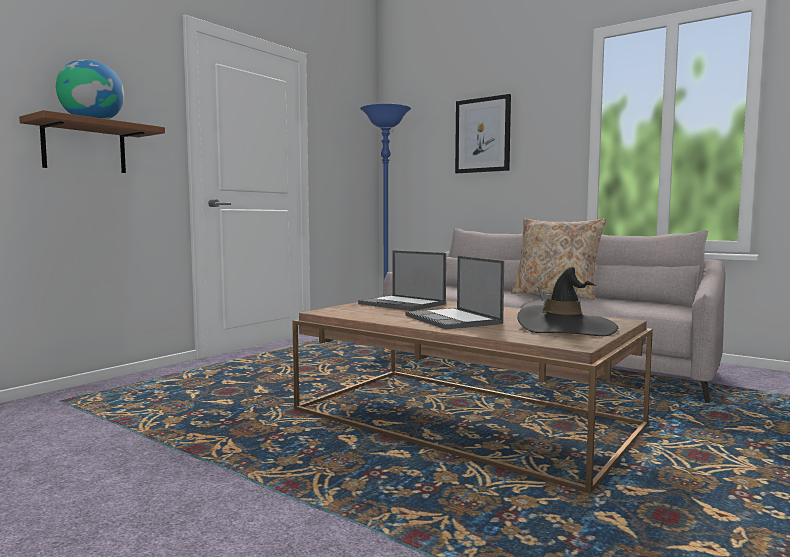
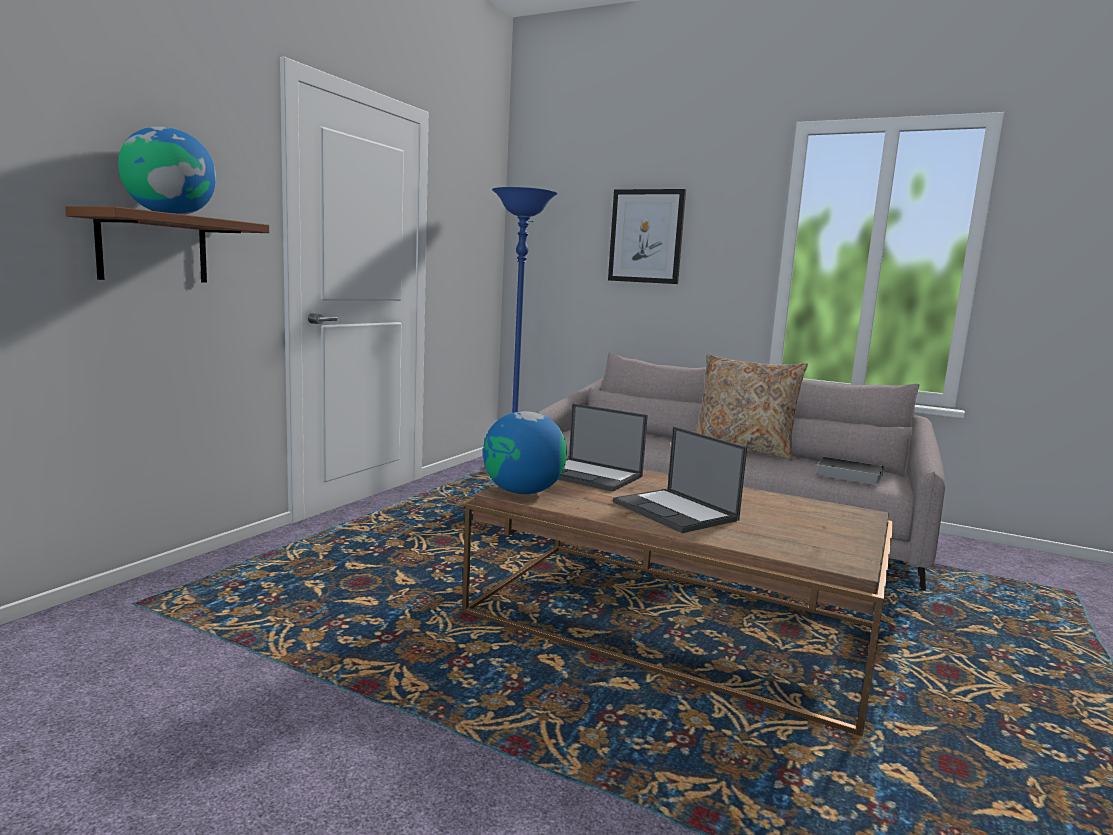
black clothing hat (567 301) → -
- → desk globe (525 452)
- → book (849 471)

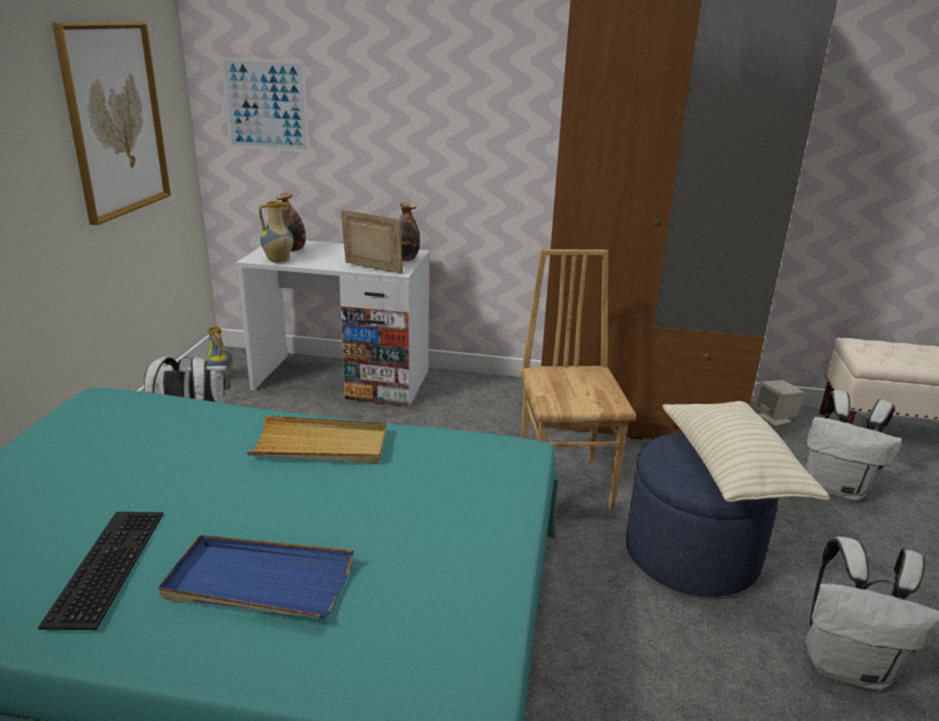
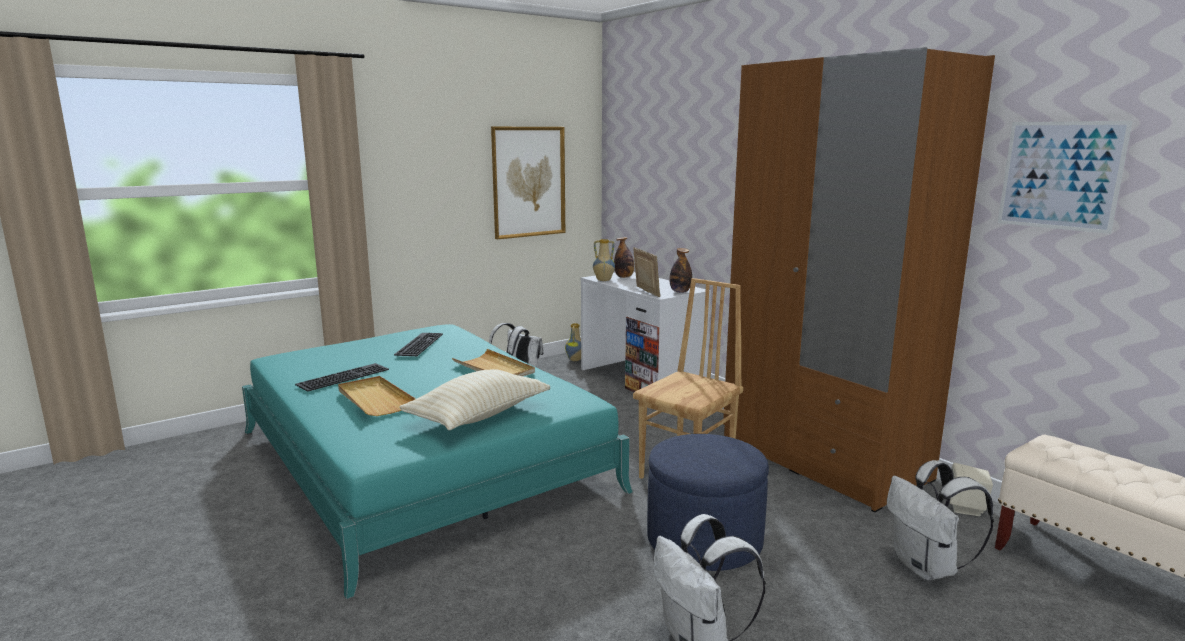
- → keyboard (418 344)
picture (265 104) → picture (1065 177), relocated
beige throw pillow (746 451) → beige throw pillow (474 399), relocated
bluish serving tray (256 576) → beige serving tray (377 396)

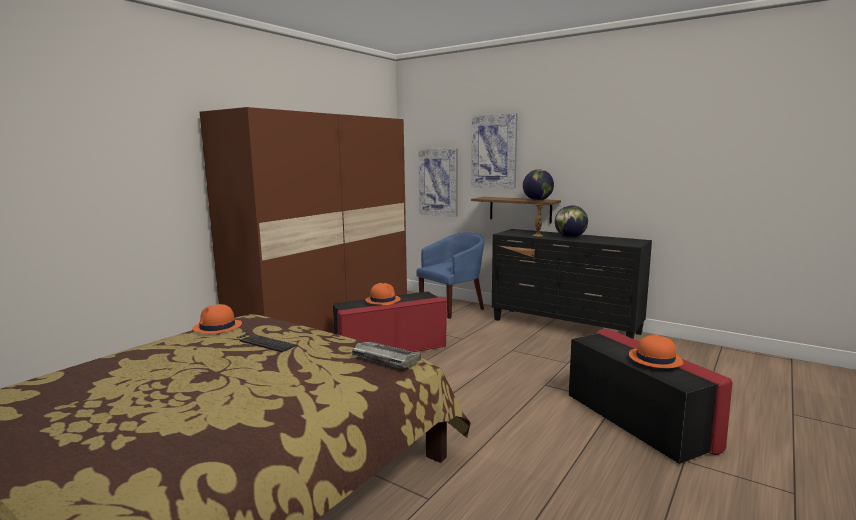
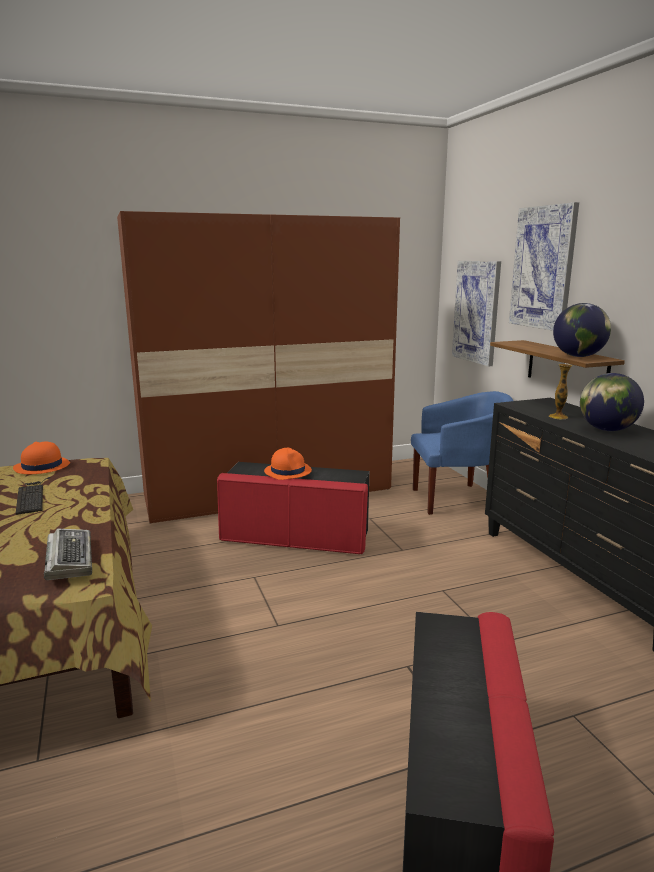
orangey clothing hat (656 351) → -

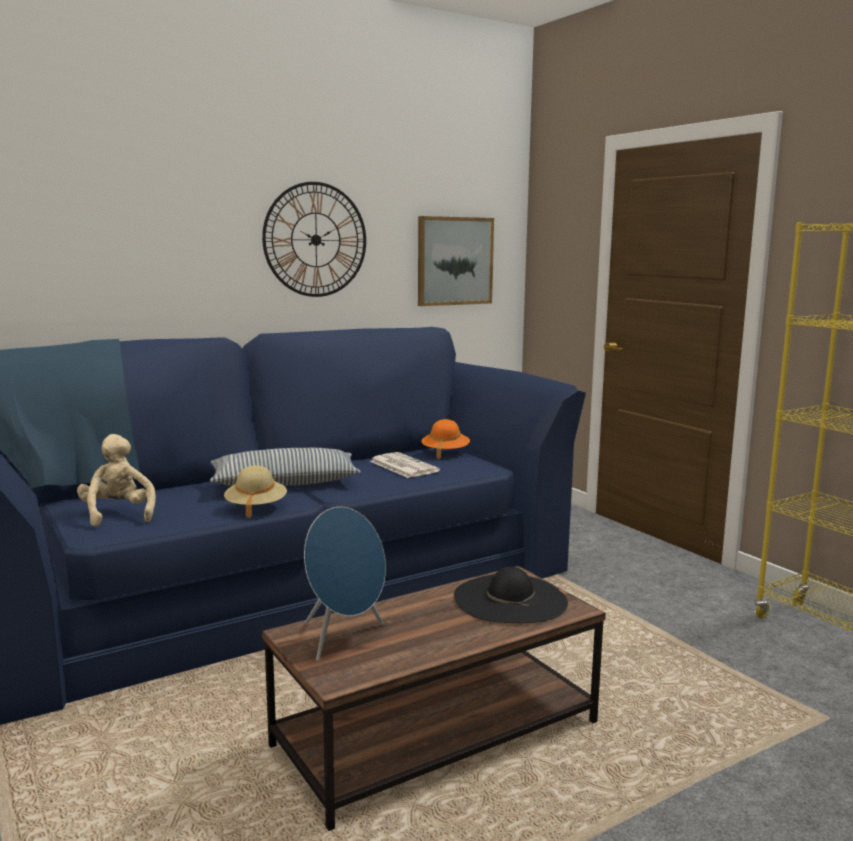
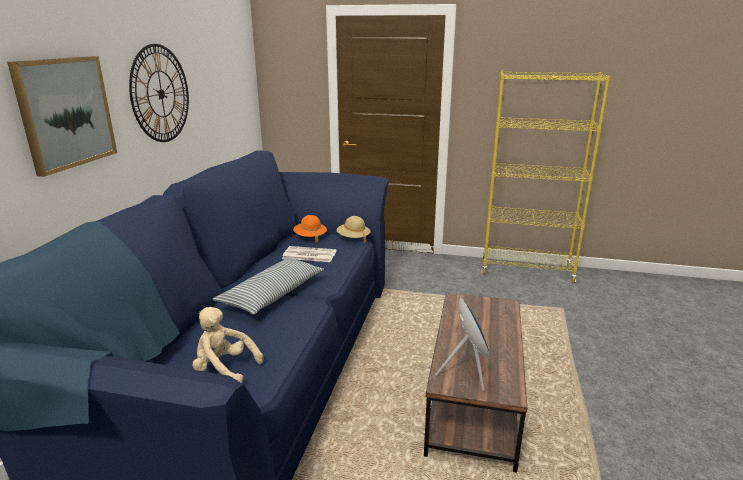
black clothing hat (511 595) → -
beige clothing hat (255 491) → beige clothing hat (353 229), relocated
picture (456 261) → picture (62 116), relocated

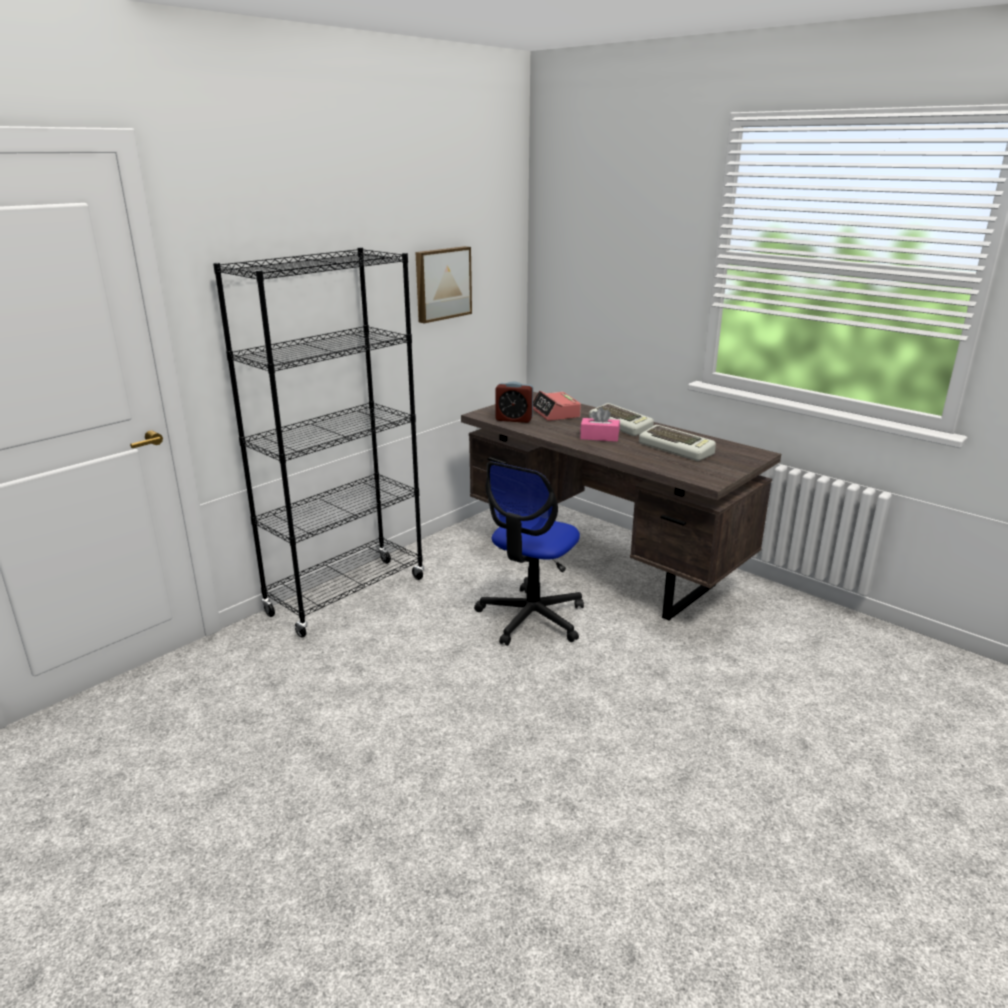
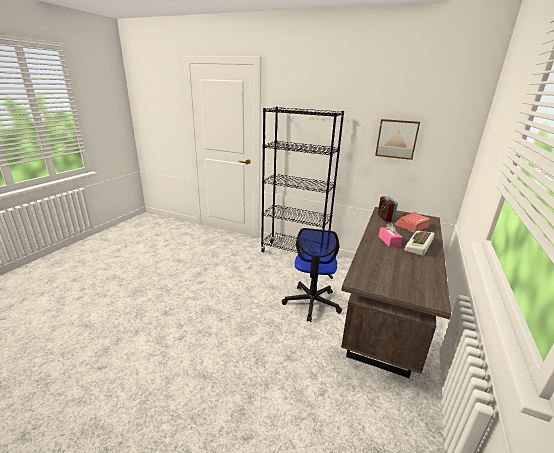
keyboard (677 443) → -
office chair (529 553) → office chair (312 275), 90 degrees counterclockwise

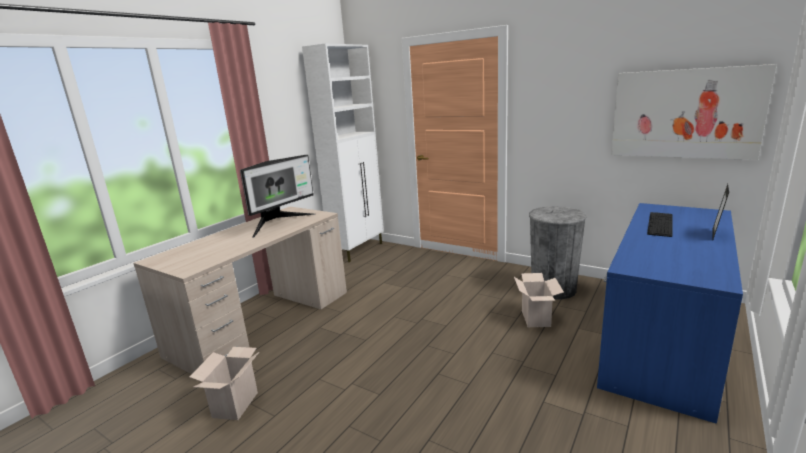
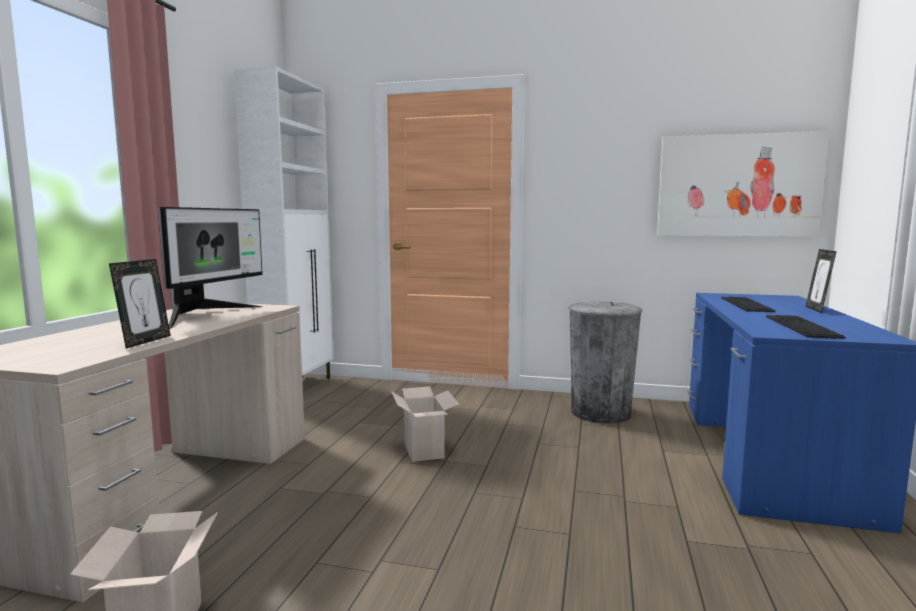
- → picture frame (140 304)
- → keyboard (806 327)
packing box (539 300) → packing box (425 424), relocated

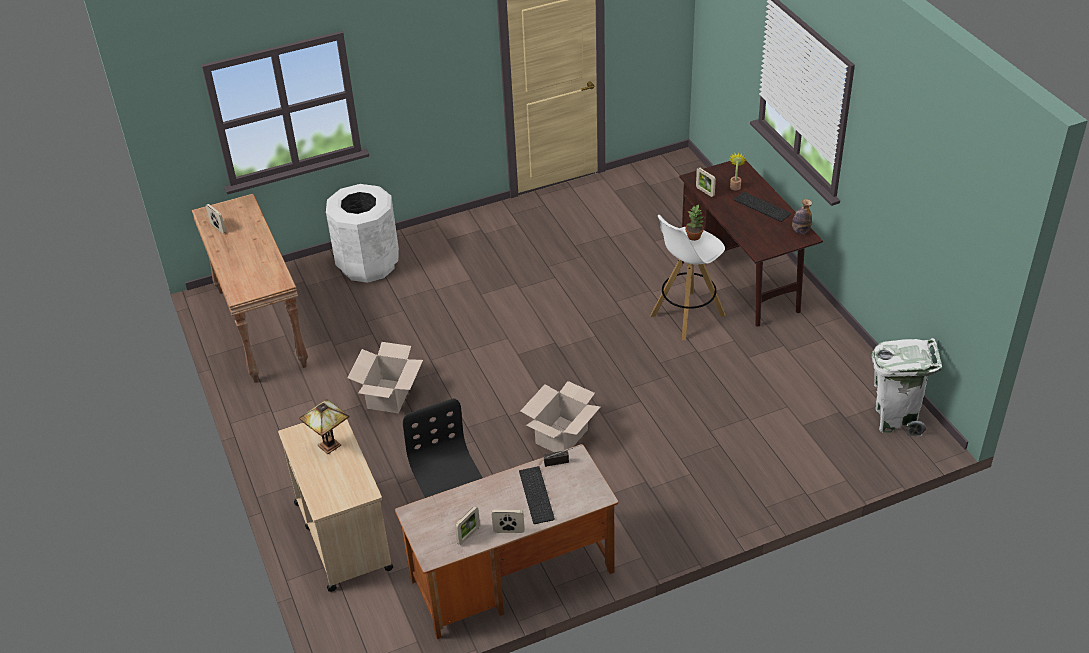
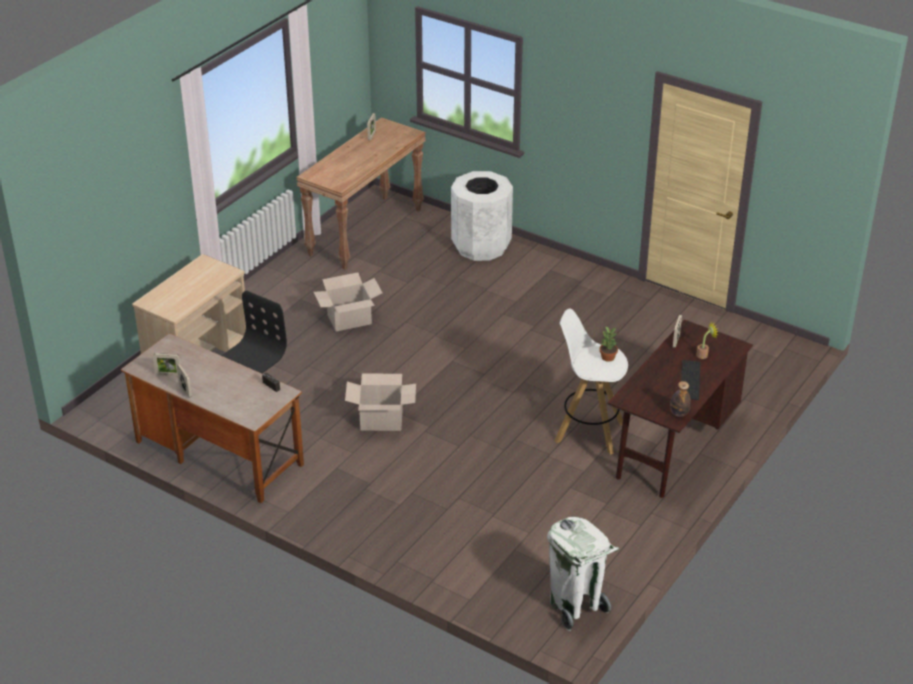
tabletop lamp (324 426) → -
keyboard (537 495) → -

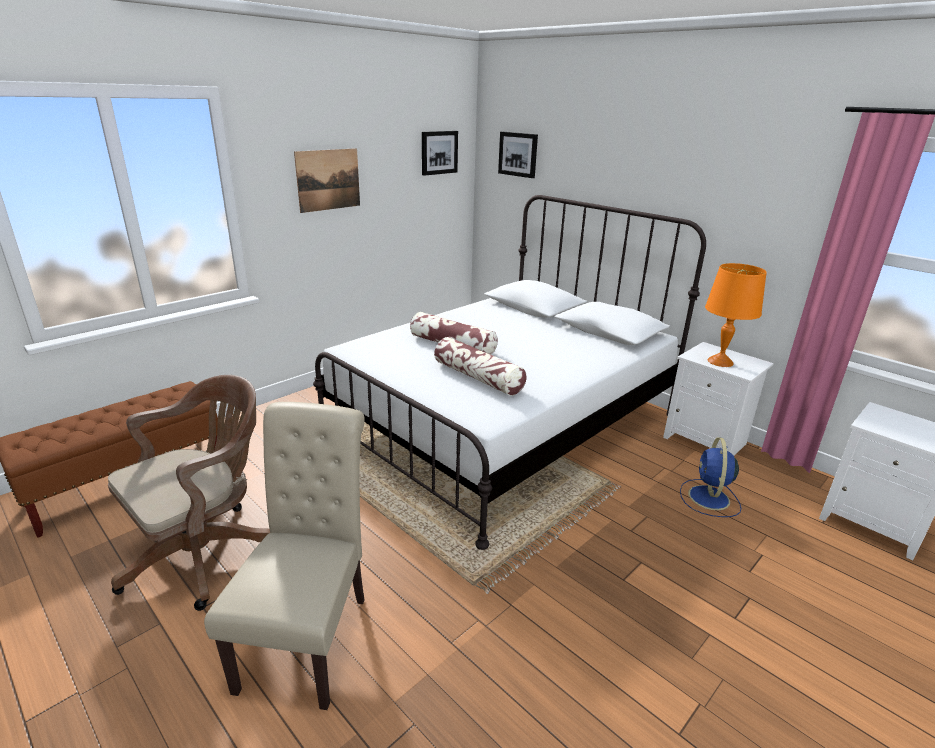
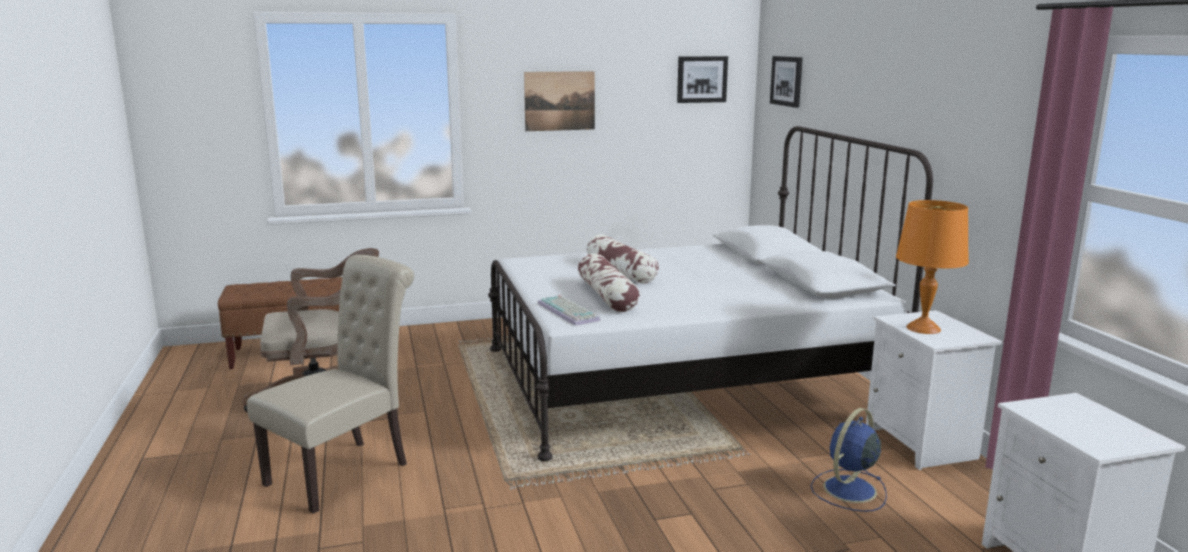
- → keyboard (569 310)

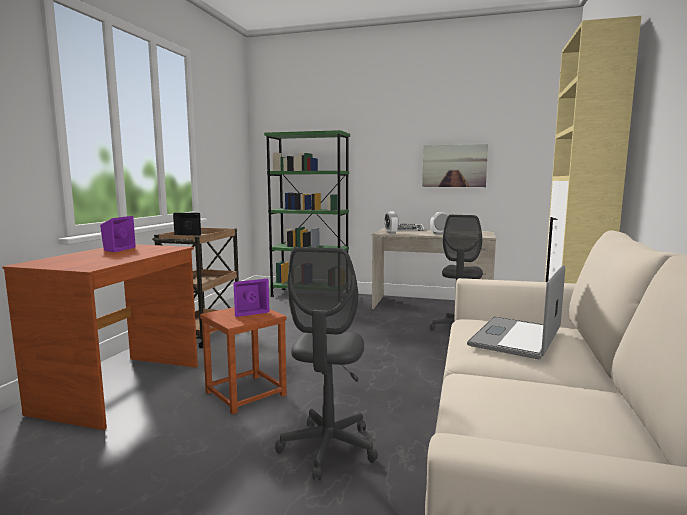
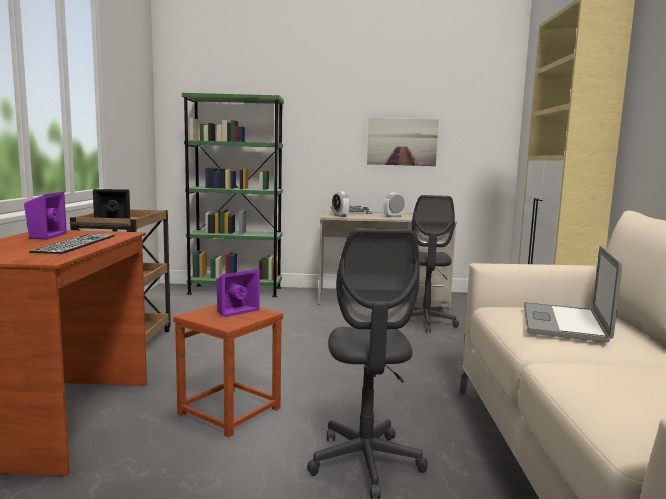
- → keyboard (72 244)

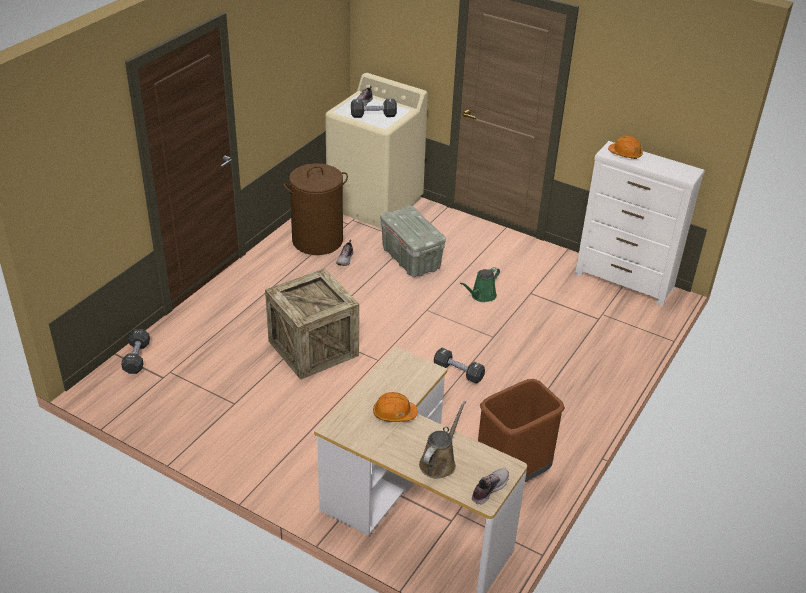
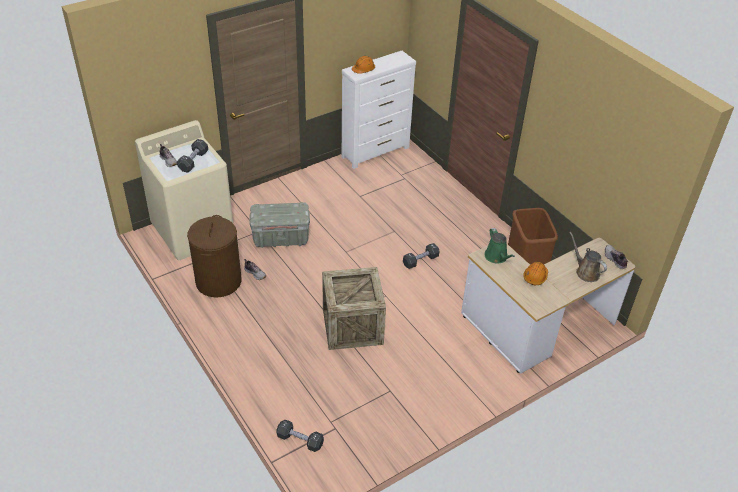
green watering can (480 284) → green watering can (500 246), relocated

